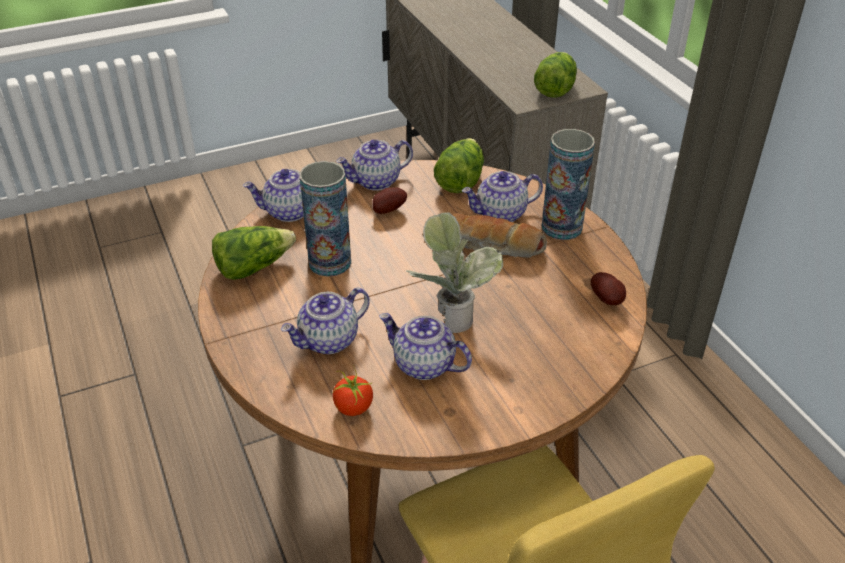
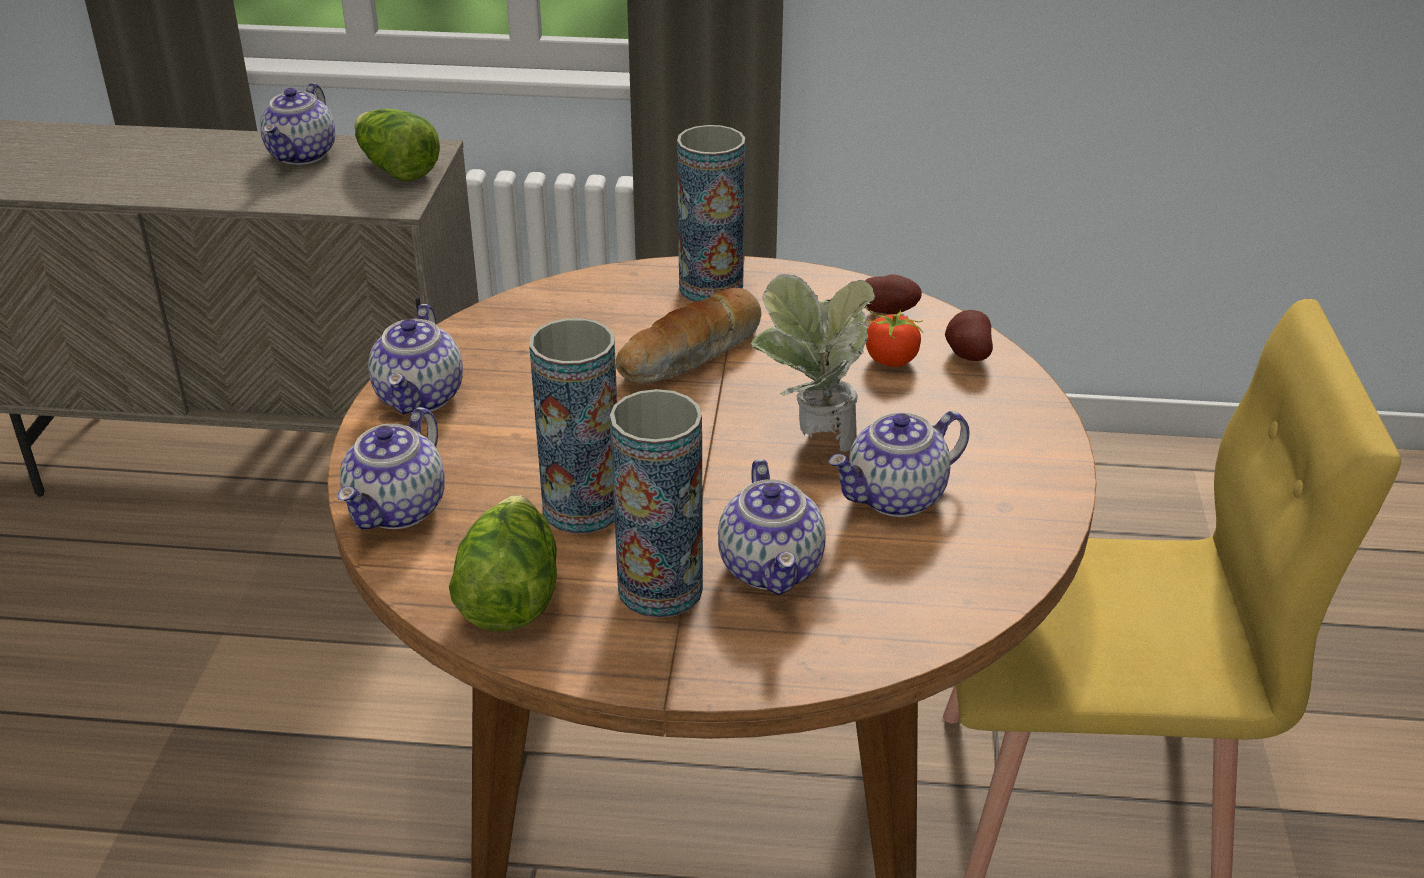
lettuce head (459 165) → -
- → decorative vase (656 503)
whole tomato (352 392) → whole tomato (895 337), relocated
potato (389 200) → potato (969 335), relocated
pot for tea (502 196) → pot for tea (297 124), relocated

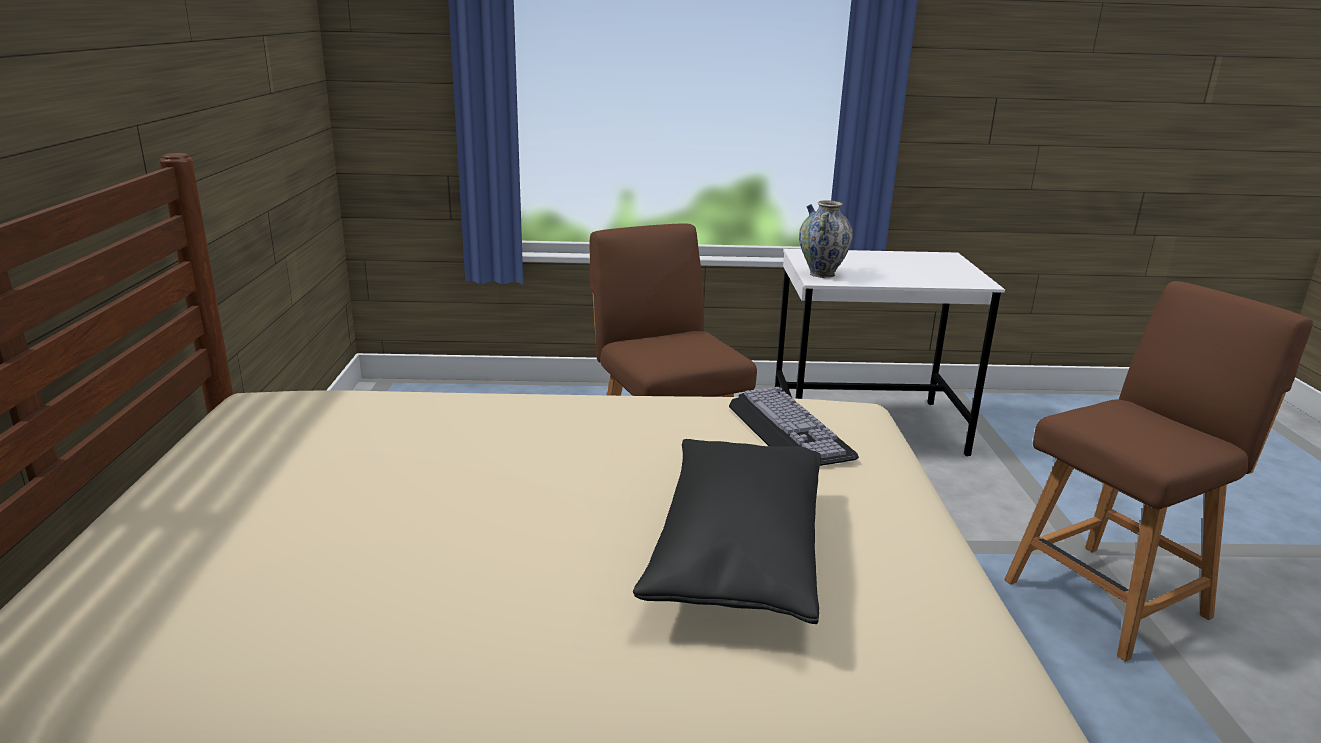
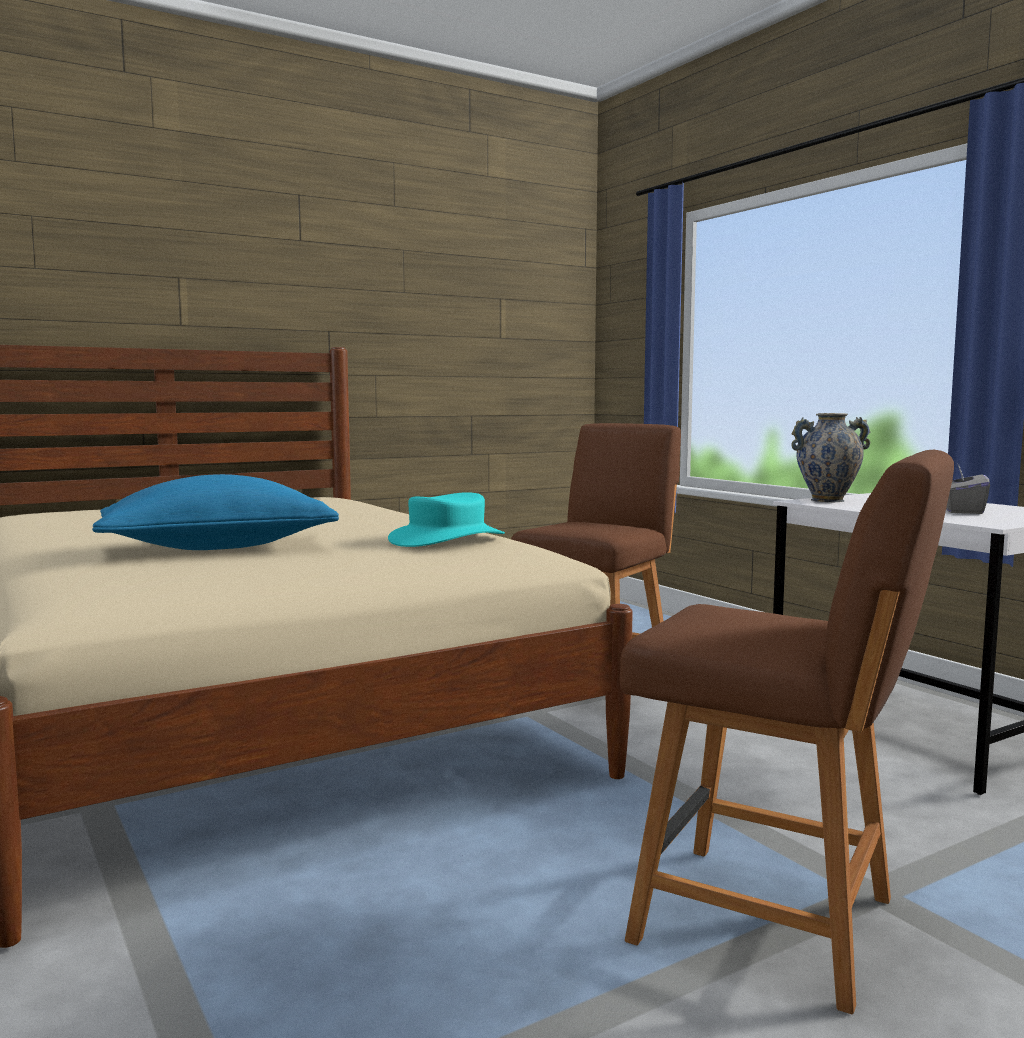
- → greyish tissue box (968 488)
keyboard (794 426) → turquoise-coloured clothing hat (446 519)
black throw pillow (727 531) → bluish throw pillow (215 512)

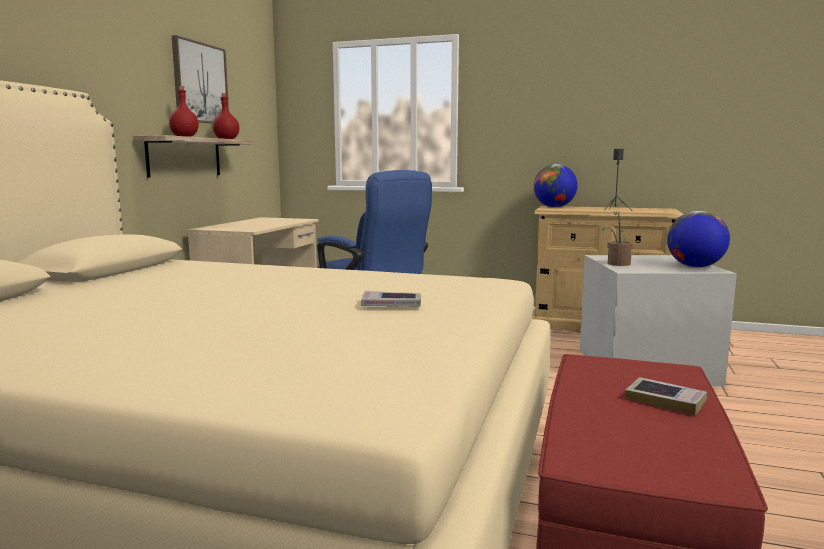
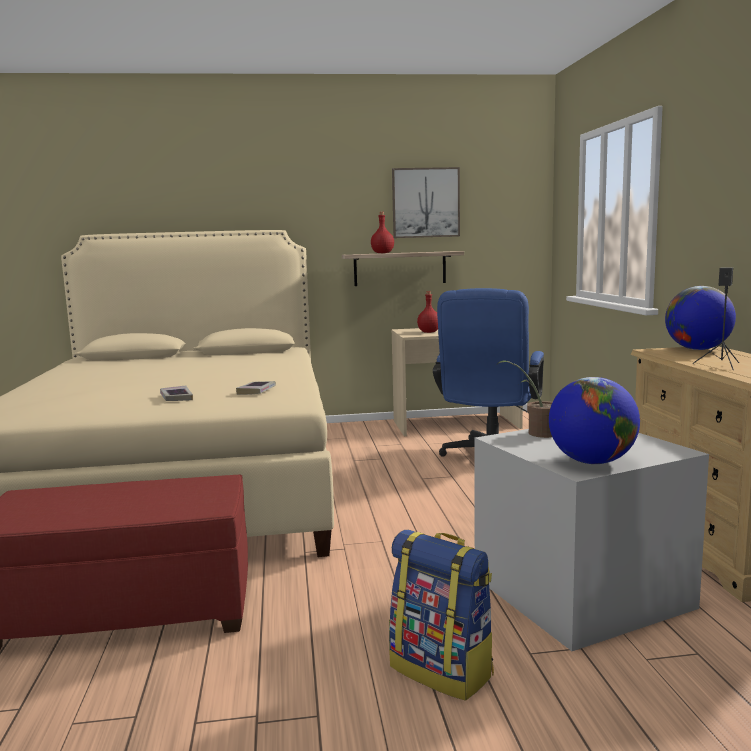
- → backpack (441 615)
red-coloured beverage bottle (225 116) → red-coloured beverage bottle (427 312), relocated
book (666 396) → book (256 388), relocated

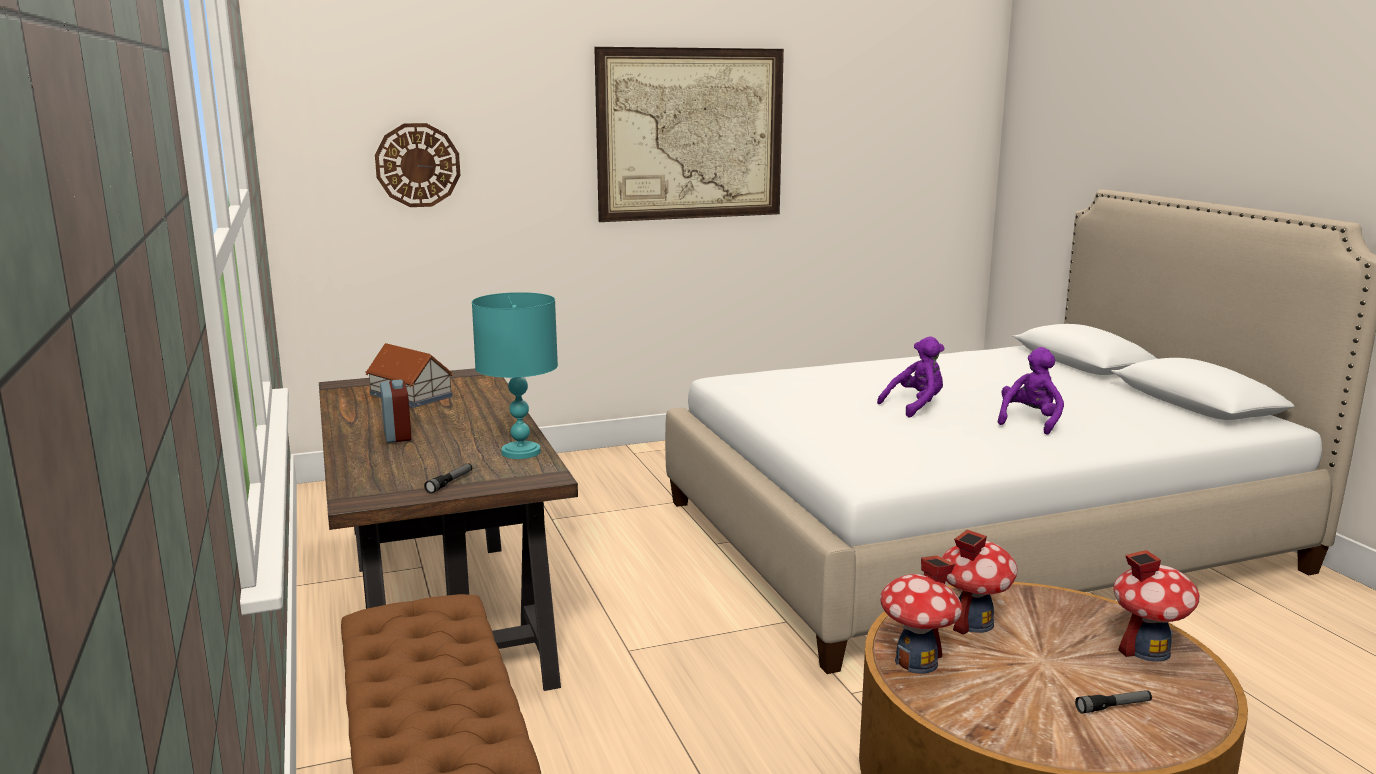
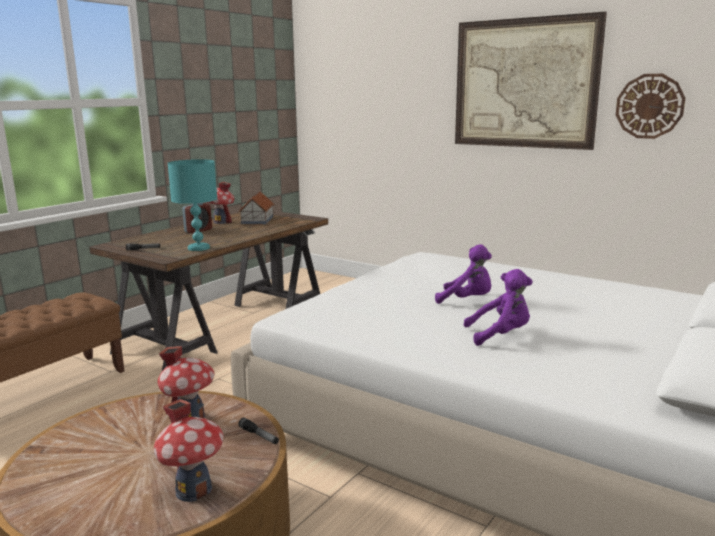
wall clock (417 165) → wall clock (650 106), relocated
toy house (921 614) → toy house (221 203), relocated
flashlight (1113 701) → flashlight (258 430), relocated

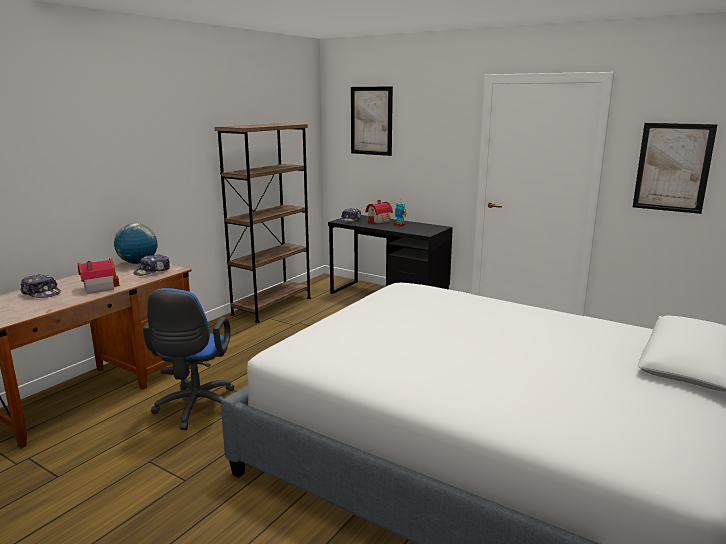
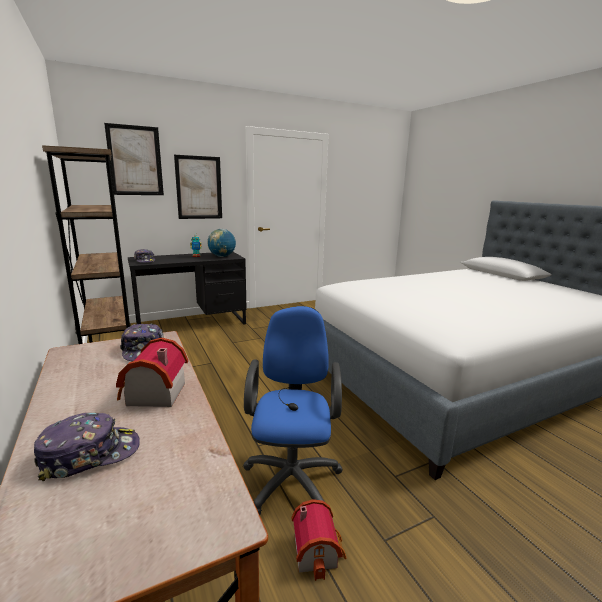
desk globe (136 243) → desk globe (221 243), relocated
toy house (379 212) → toy house (319 540), relocated
picture (675 168) → picture (198 187), relocated
bluish office chair (189 359) → bluish office chair (293 410), 120 degrees counterclockwise

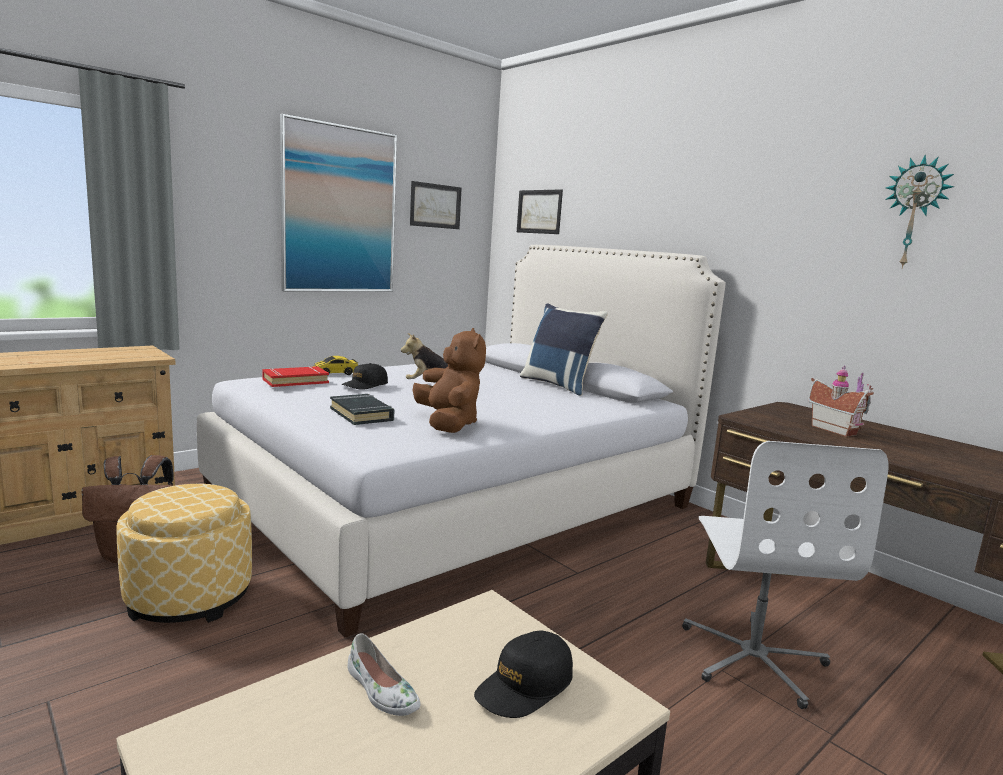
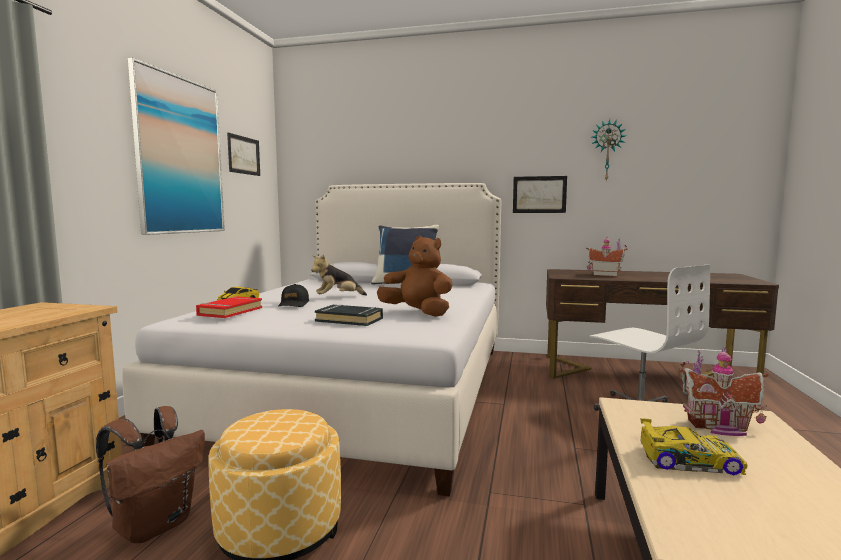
picture (540 211) → picture (540 194), relocated
white item of footwear (384 674) → miniature car (694 446)
black cap (523 674) → toy house (723 391)

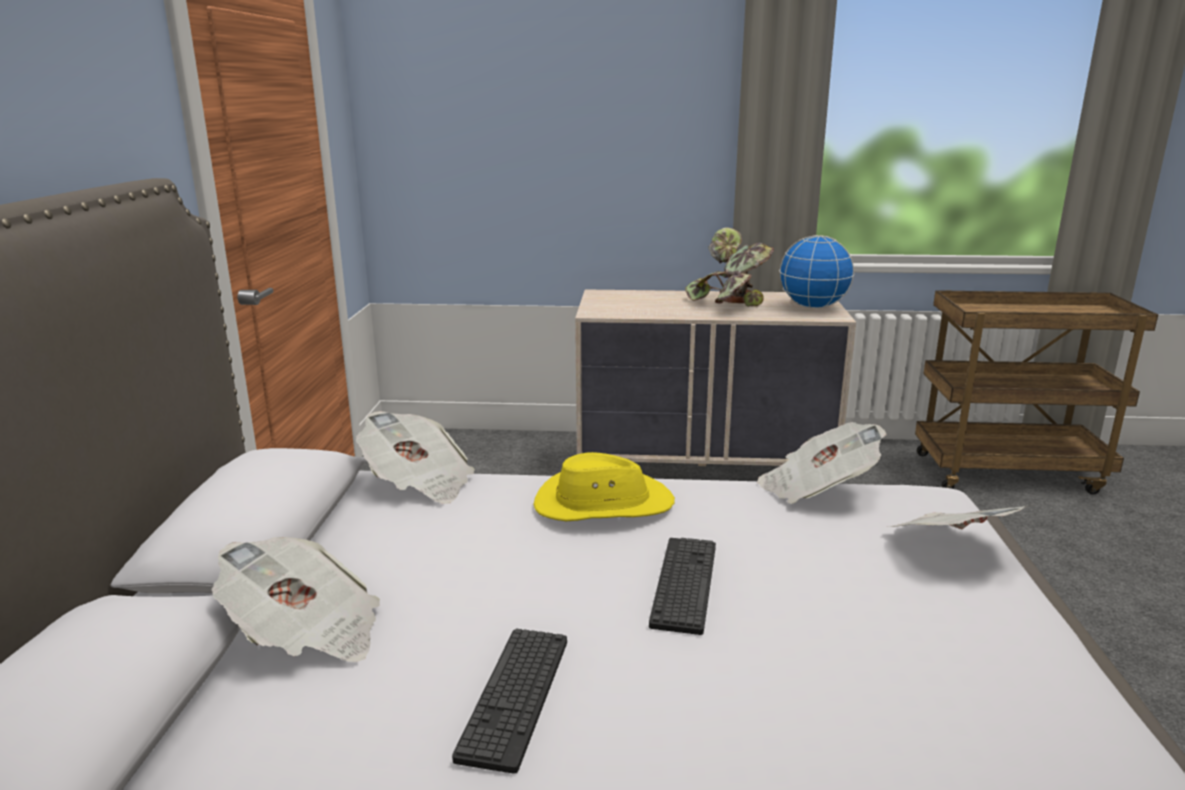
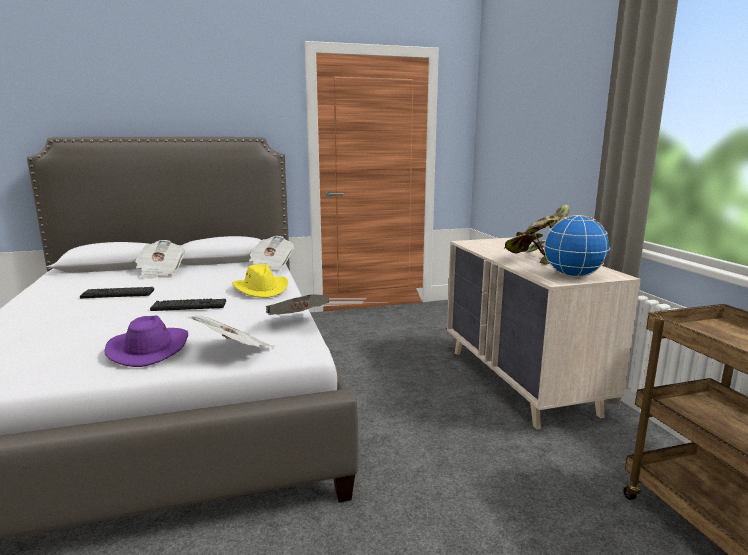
- → purplish clothing hat (146 341)

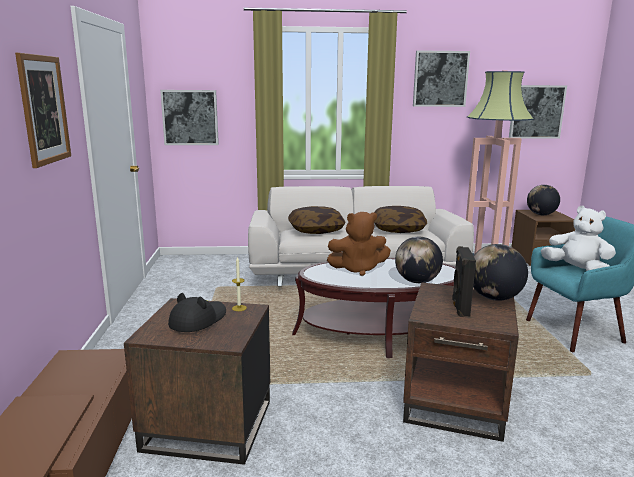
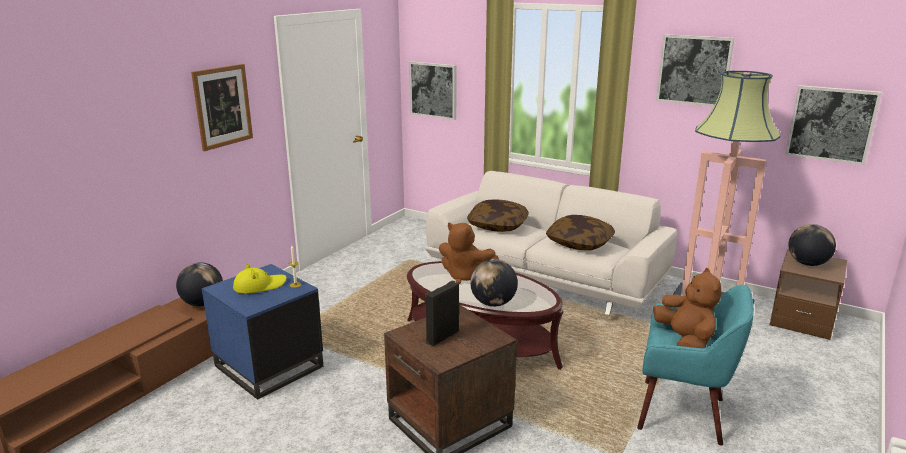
desk globe (500 272) → desk globe (199 284), relocated
brown side table (197 381) → bluish side table (262 332)
black clothing hat (197 312) → yellow clothing hat (260 278)
white cuddly toy (578 238) → brown cuddly toy (687 308)

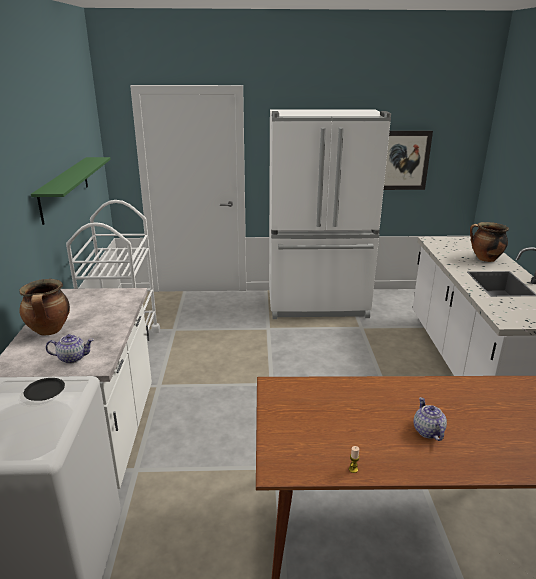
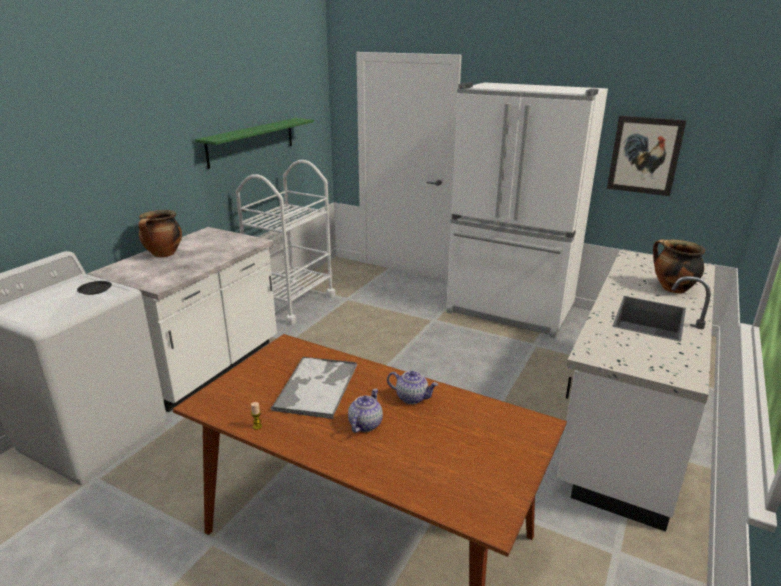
- → serving tray (314 388)
pot for tea (70 349) → pot for tea (413 387), relocated

